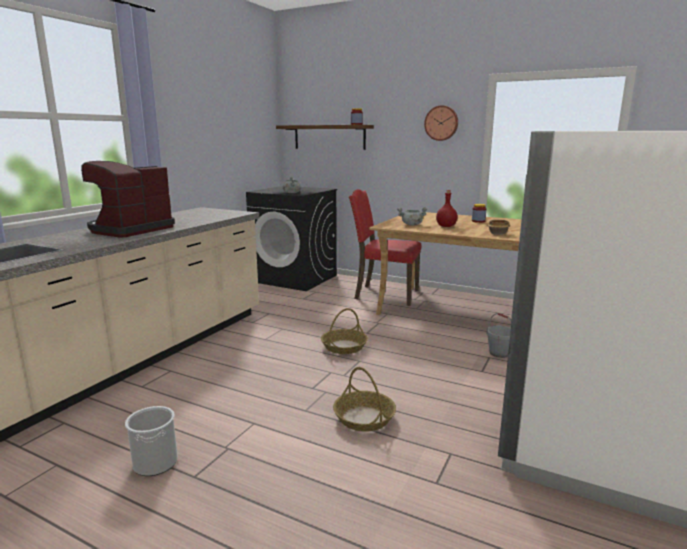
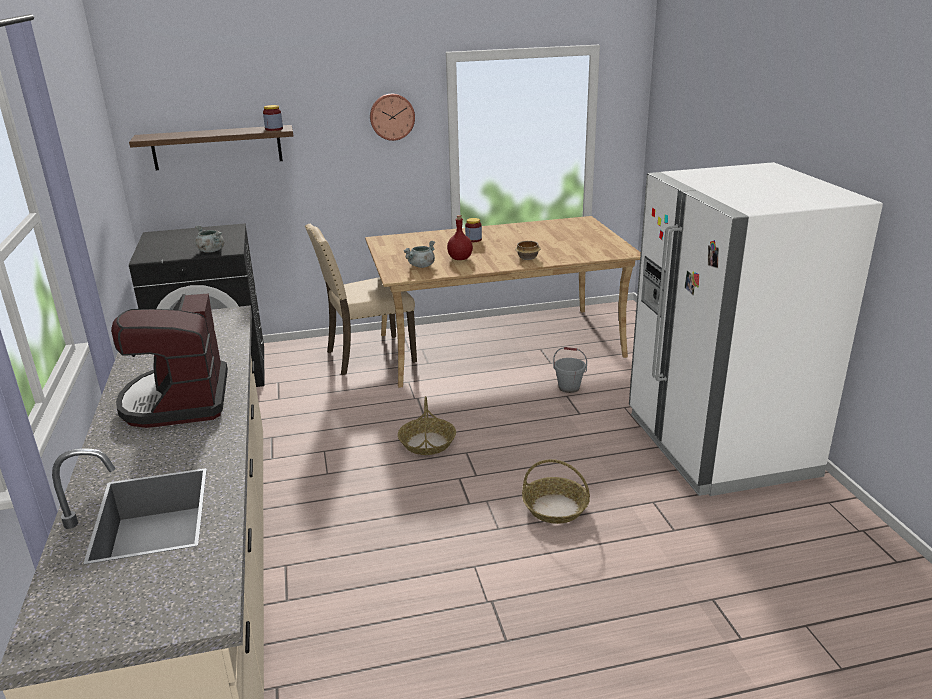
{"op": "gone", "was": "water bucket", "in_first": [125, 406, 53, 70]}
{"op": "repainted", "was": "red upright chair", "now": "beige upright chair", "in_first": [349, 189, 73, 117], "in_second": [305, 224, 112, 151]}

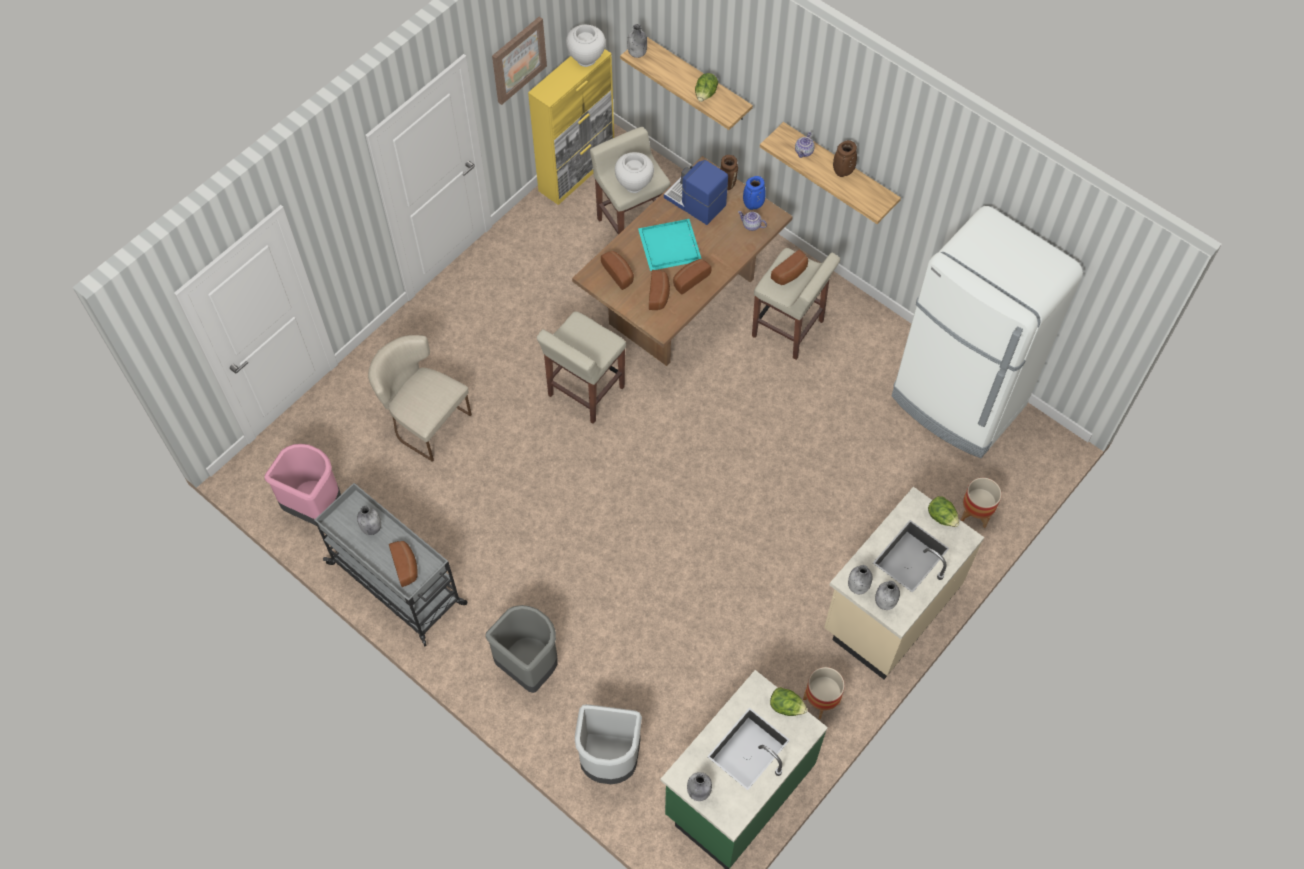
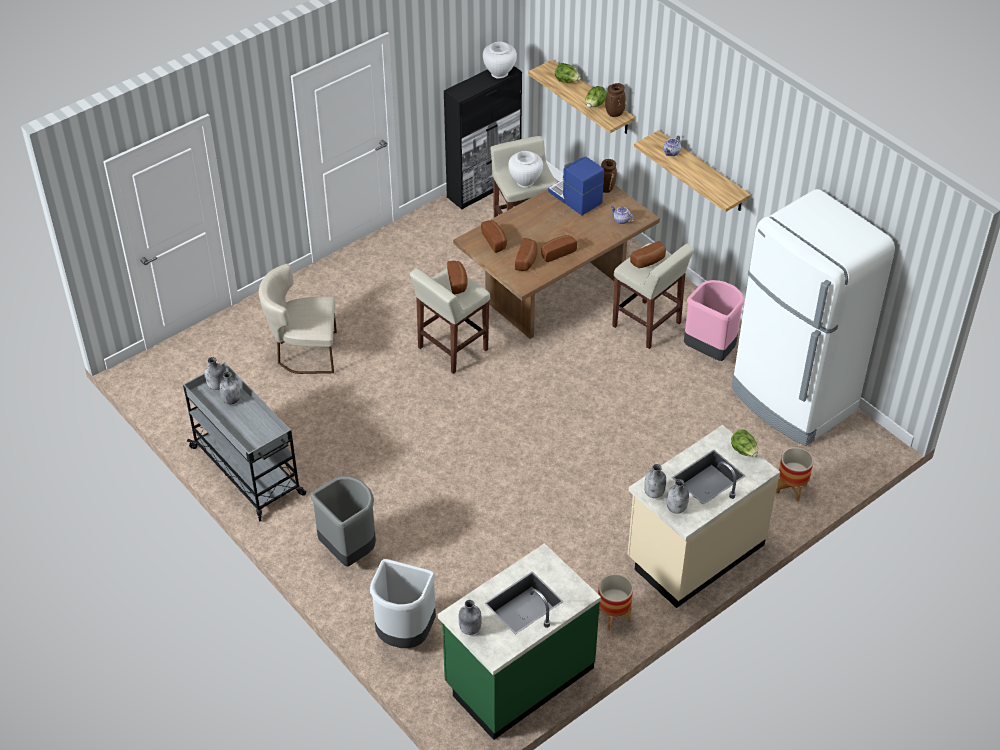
{"op": "shifted", "was": "pink rubbish bin", "in_first": [265, 444, 76, 81], "in_second": [684, 280, 61, 81]}
{"op": "rotated", "was": "beige upright chair", "in_first": [368, 335, 104, 127], "in_second": [258, 264, 79, 110], "clockwise": -45}
{"op": "shifted", "was": "baked bread", "in_first": [389, 541, 29, 46], "in_second": [447, 261, 21, 33]}
{"op": "gone", "was": "picture", "in_first": [492, 17, 55, 88]}
{"op": "repainted", "was": "yellowish storage cabinet", "now": "blackish storage cabinet", "in_first": [528, 49, 86, 156], "in_second": [444, 66, 78, 143]}
{"op": "shifted", "was": "gray drink bottle", "in_first": [627, 24, 20, 34], "in_second": [204, 357, 21, 33]}
{"op": "gone", "was": "blue-green carrying tray", "in_first": [638, 219, 64, 52]}
{"op": "gone", "was": "blue-coloured flower vase", "in_first": [743, 176, 22, 34]}
{"op": "shifted", "was": "lettuce", "in_first": [770, 687, 37, 29], "in_second": [555, 63, 26, 20]}
{"op": "shifted", "was": "brown-coloured flower vase", "in_first": [833, 140, 24, 37], "in_second": [605, 83, 21, 34]}

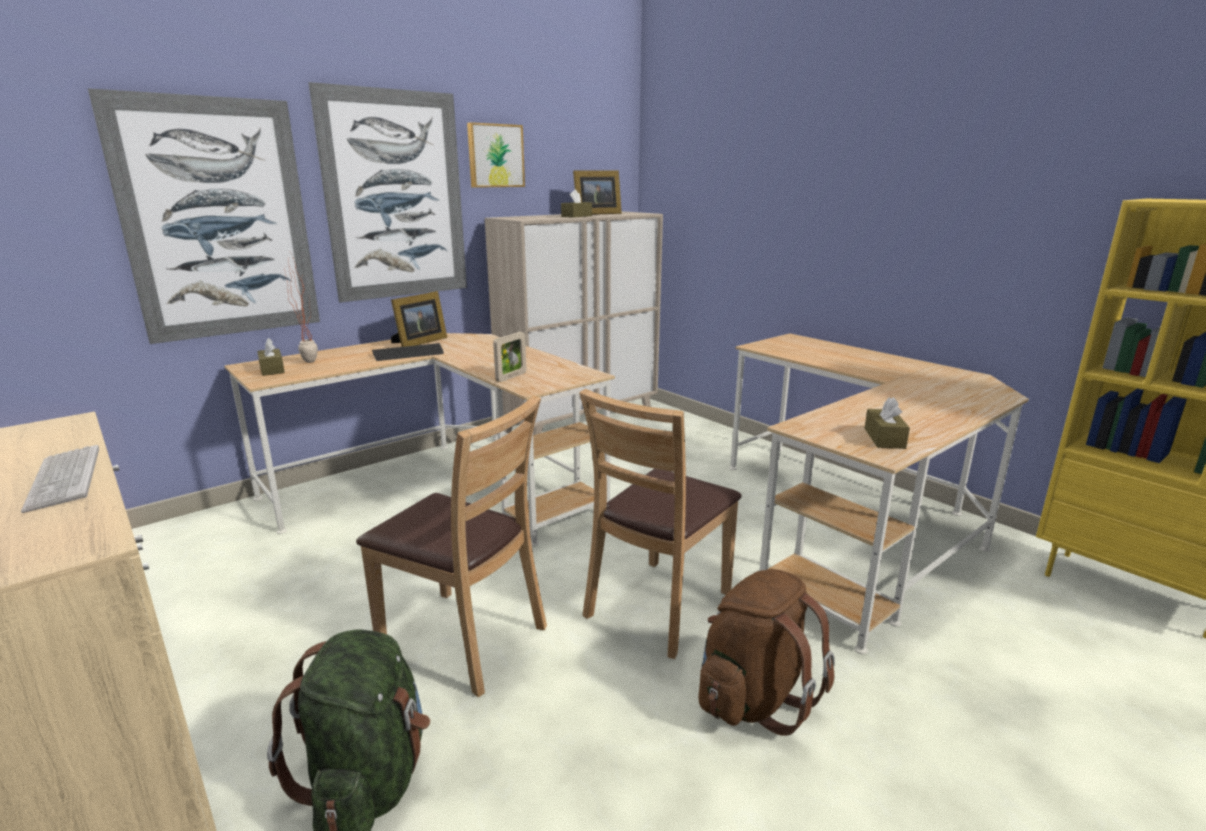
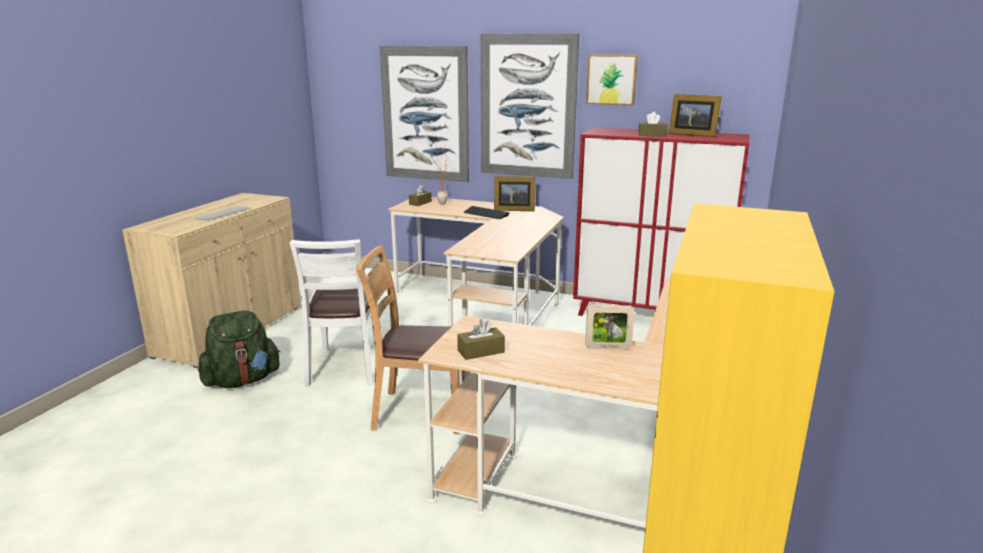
{"op": "repainted", "was": "brown-coloured upright chair", "now": "white upright chair", "in_first": [356, 395, 191, 302], "in_second": [290, 239, 87, 147]}
{"op": "repainted", "was": "beige storage cabinet", "now": "red storage cabinet", "in_first": [485, 211, 178, 224], "in_second": [573, 128, 177, 188]}
{"op": "shifted", "was": "standing frame", "in_first": [493, 332, 34, 50], "in_second": [585, 305, 50, 44]}
{"op": "gone", "was": "brown-coloured backpack", "in_first": [698, 569, 137, 167]}

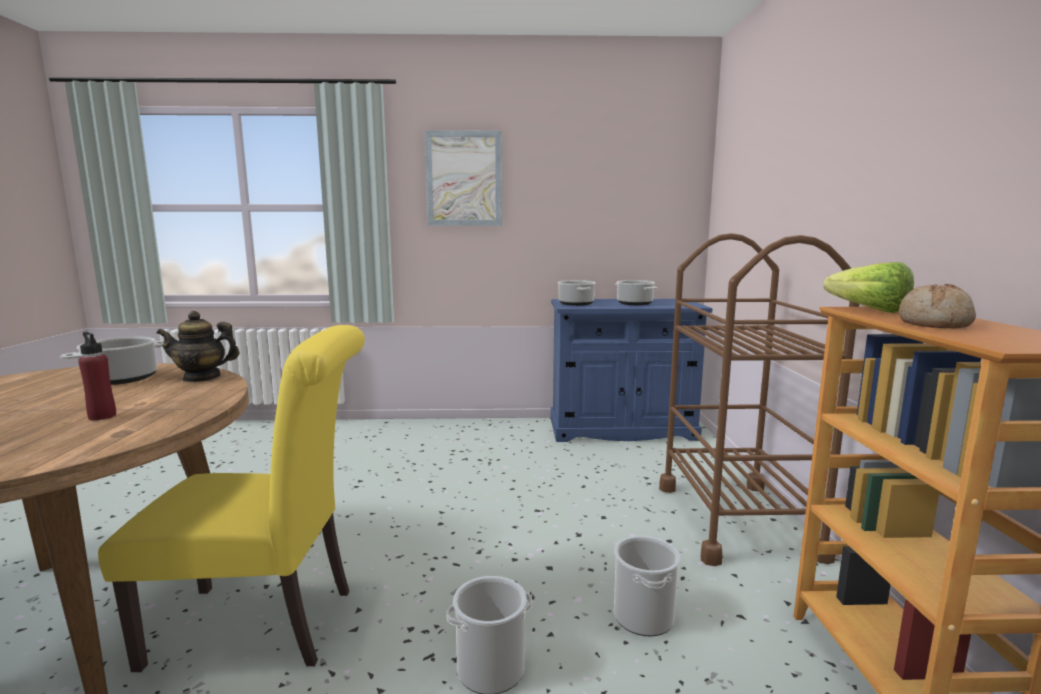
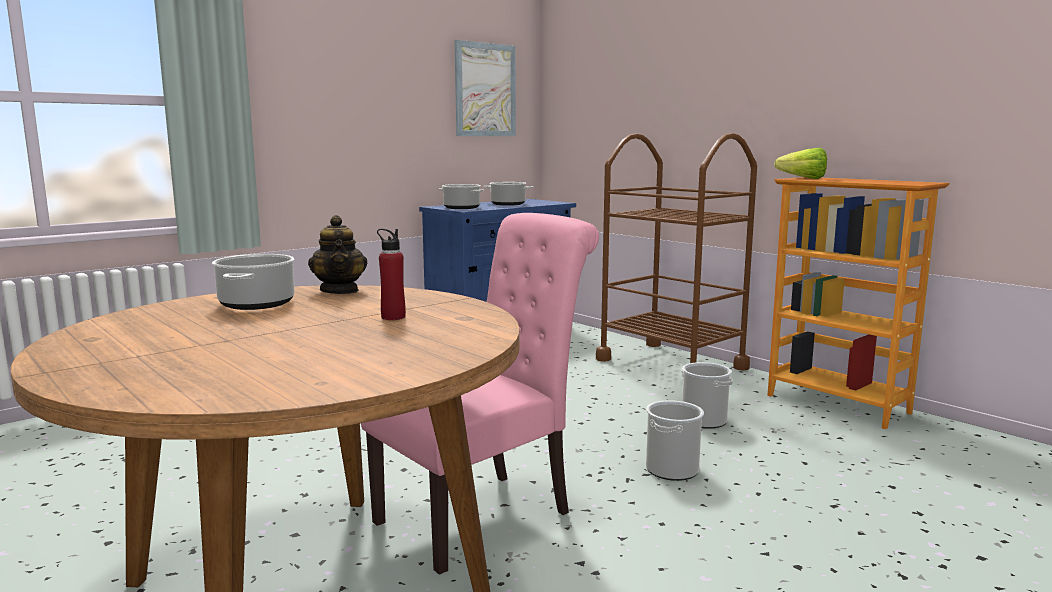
{"op": "repainted", "was": "yellowish upright chair", "now": "pink upright chair", "in_first": [98, 325, 267, 347], "in_second": [361, 213, 238, 362]}
{"op": "rotated", "was": "teapot", "in_first": [157, 311, 83, 71], "in_second": [308, 215, 59, 79], "clockwise": -60}
{"op": "shifted", "was": "picture", "in_first": [425, 130, 77, 96], "in_second": [455, 40, 61, 96]}
{"op": "gone", "was": "baked bread", "in_first": [899, 284, 77, 44]}

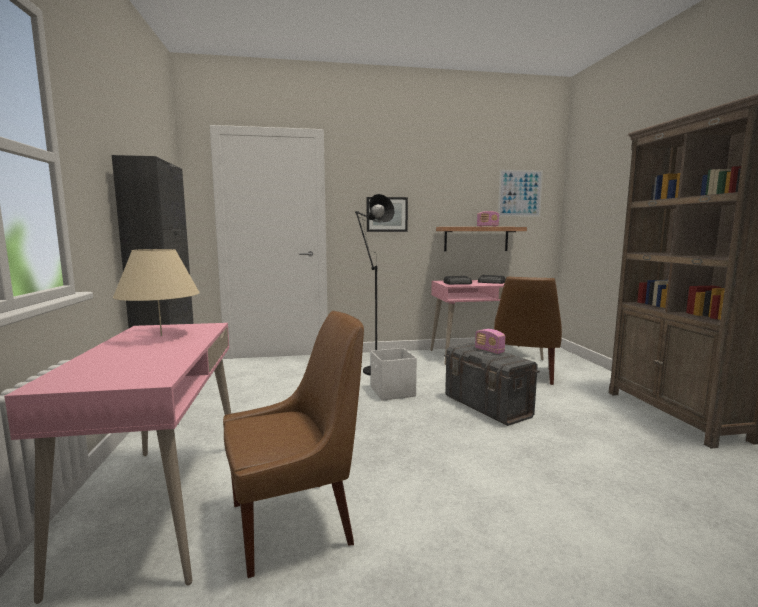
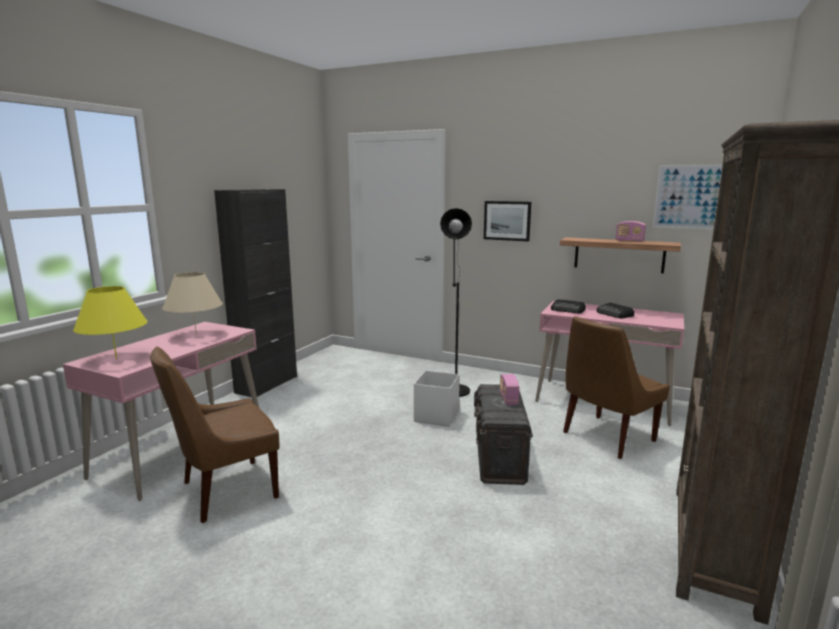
{"op": "rotated", "was": "brown-coloured upright chair", "in_first": [223, 311, 141, 267], "in_second": [150, 346, 129, 177], "clockwise": 135}
{"op": "new", "now": "yellowish lamp for a table", "in_second": [73, 286, 75, 73]}

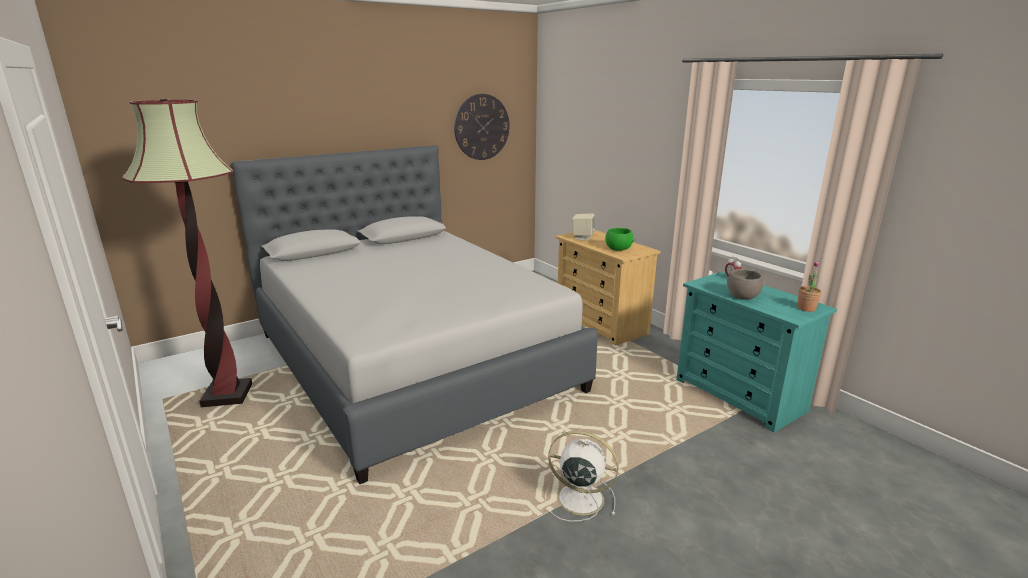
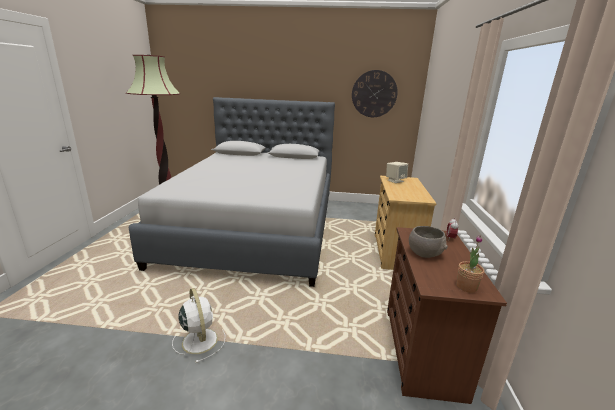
{"op": "gone", "was": "green bowl", "in_first": [605, 228, 29, 23]}
{"op": "repainted", "was": "blue-green drawer chest", "now": "brown-coloured drawer chest", "in_first": [677, 272, 160, 161], "in_second": [387, 227, 120, 177]}

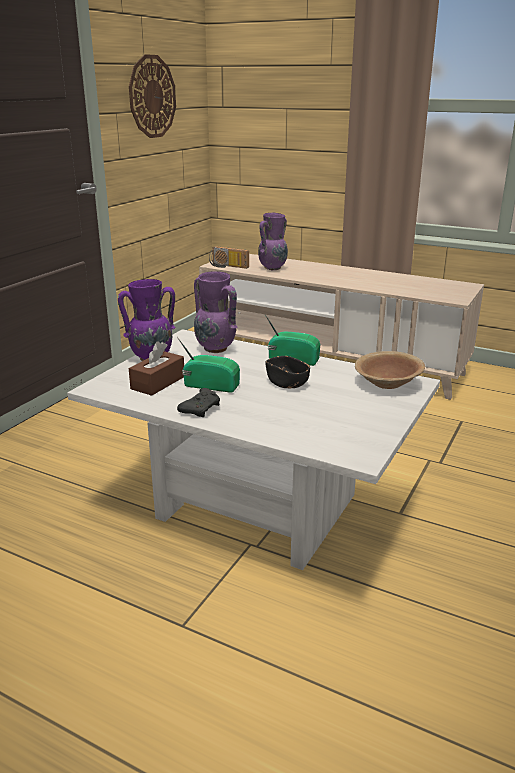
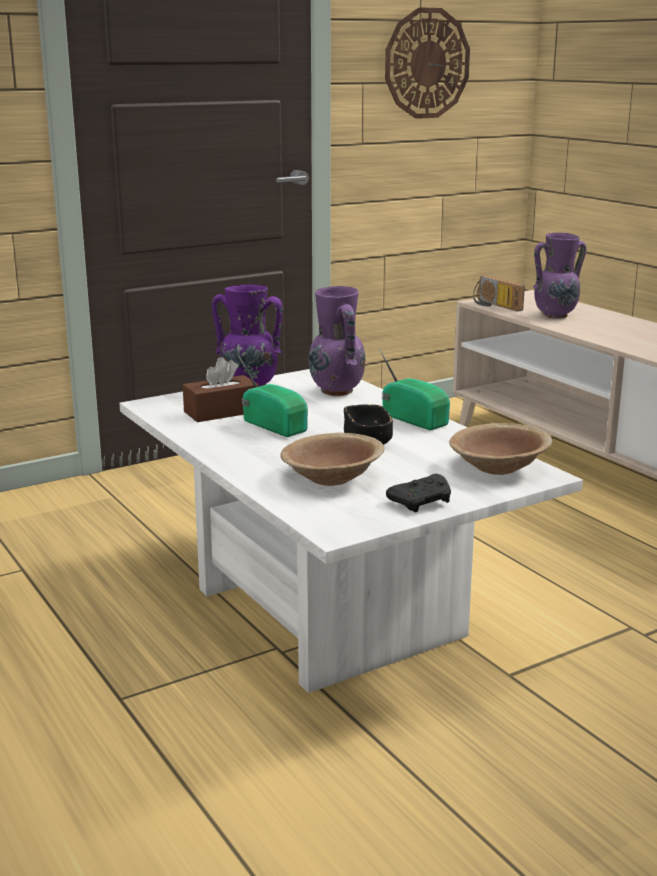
{"op": "shifted", "was": "blackish joypad", "in_first": [177, 388, 43, 29], "in_second": [386, 474, 65, 38]}
{"op": "new", "now": "brown-coloured bowl", "in_second": [280, 432, 104, 54]}

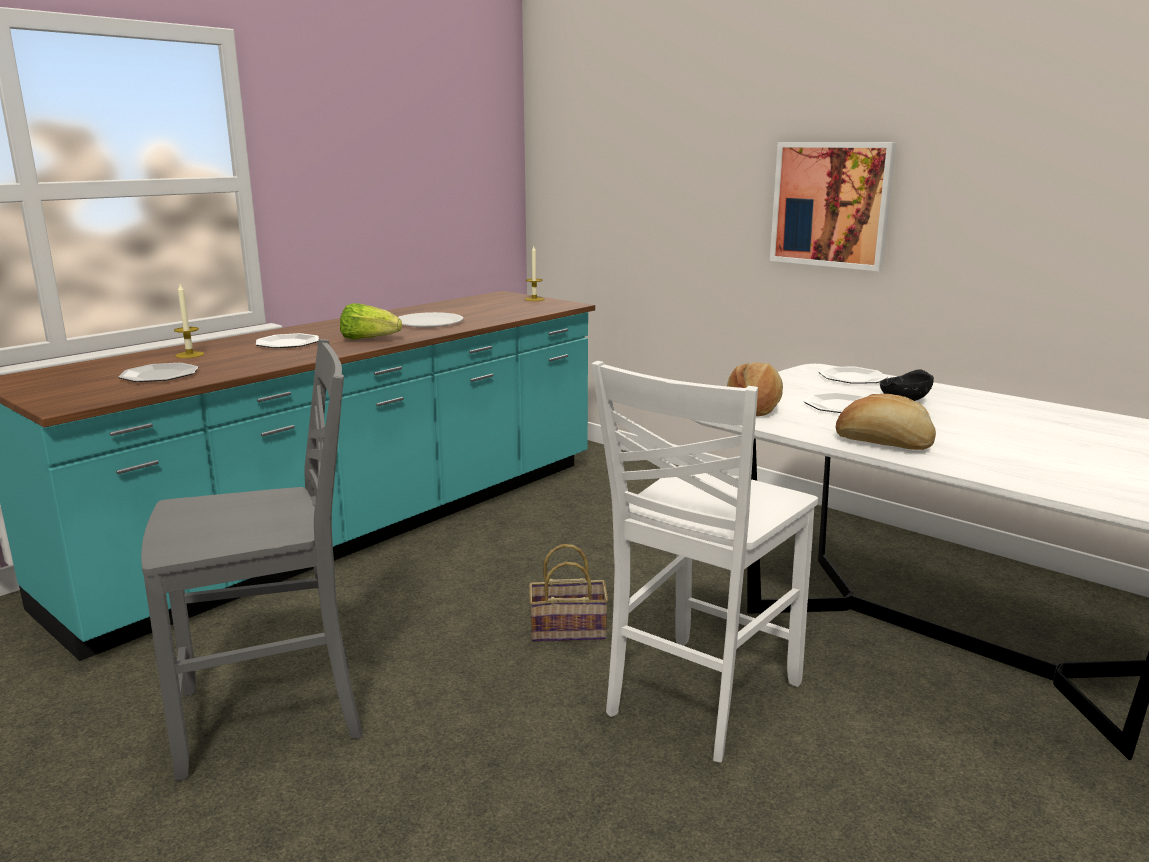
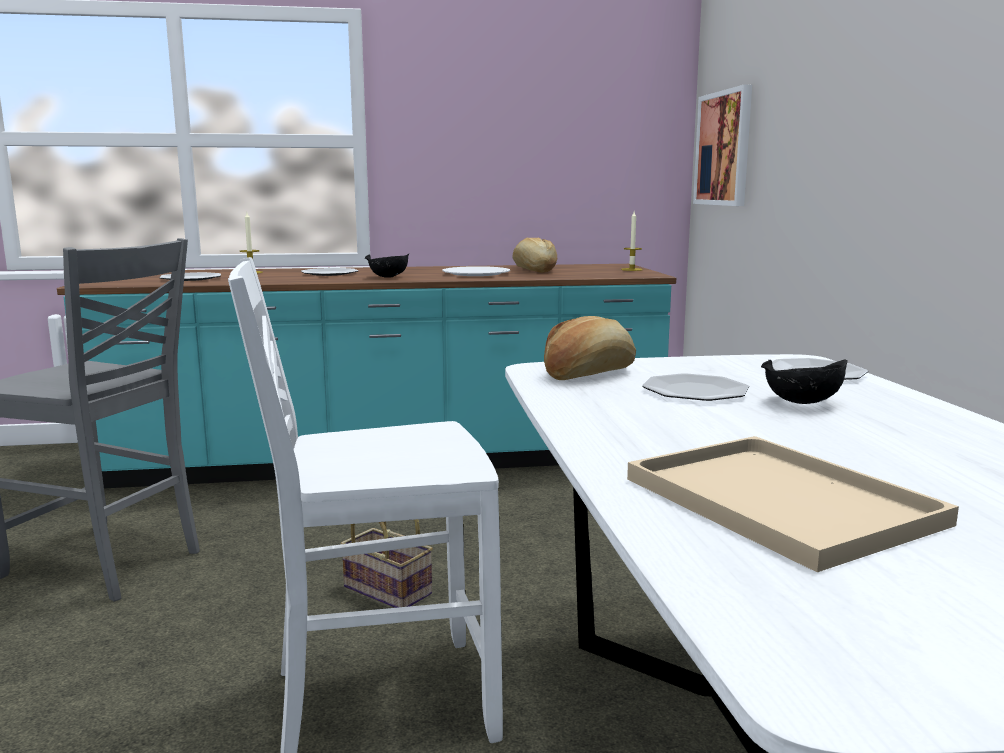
{"op": "swapped", "was": "lettuce", "now": "blackish bowl", "in_first": [340, 303, 62, 36], "in_second": [365, 254, 44, 24]}
{"op": "shifted", "was": "picture", "in_first": [770, 142, 126, 129], "in_second": [693, 85, 59, 121]}
{"op": "shifted", "was": "baked bread", "in_first": [836, 394, 100, 56], "in_second": [512, 238, 45, 35]}
{"op": "new", "now": "beige carrying tray", "in_second": [627, 436, 332, 136]}

